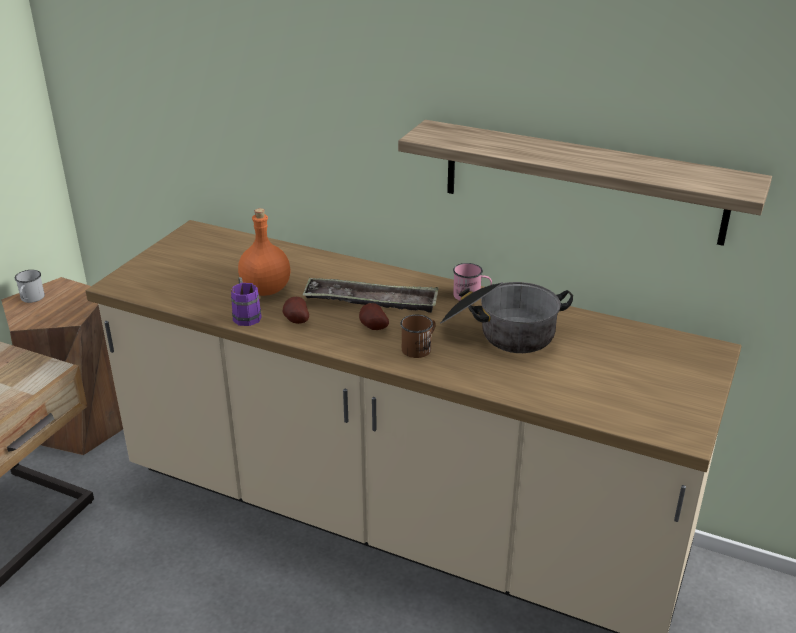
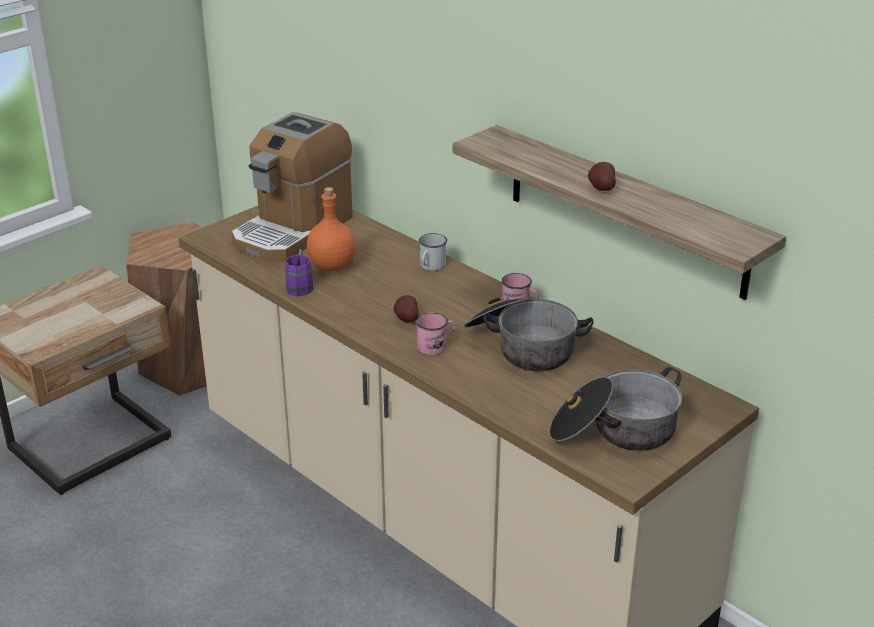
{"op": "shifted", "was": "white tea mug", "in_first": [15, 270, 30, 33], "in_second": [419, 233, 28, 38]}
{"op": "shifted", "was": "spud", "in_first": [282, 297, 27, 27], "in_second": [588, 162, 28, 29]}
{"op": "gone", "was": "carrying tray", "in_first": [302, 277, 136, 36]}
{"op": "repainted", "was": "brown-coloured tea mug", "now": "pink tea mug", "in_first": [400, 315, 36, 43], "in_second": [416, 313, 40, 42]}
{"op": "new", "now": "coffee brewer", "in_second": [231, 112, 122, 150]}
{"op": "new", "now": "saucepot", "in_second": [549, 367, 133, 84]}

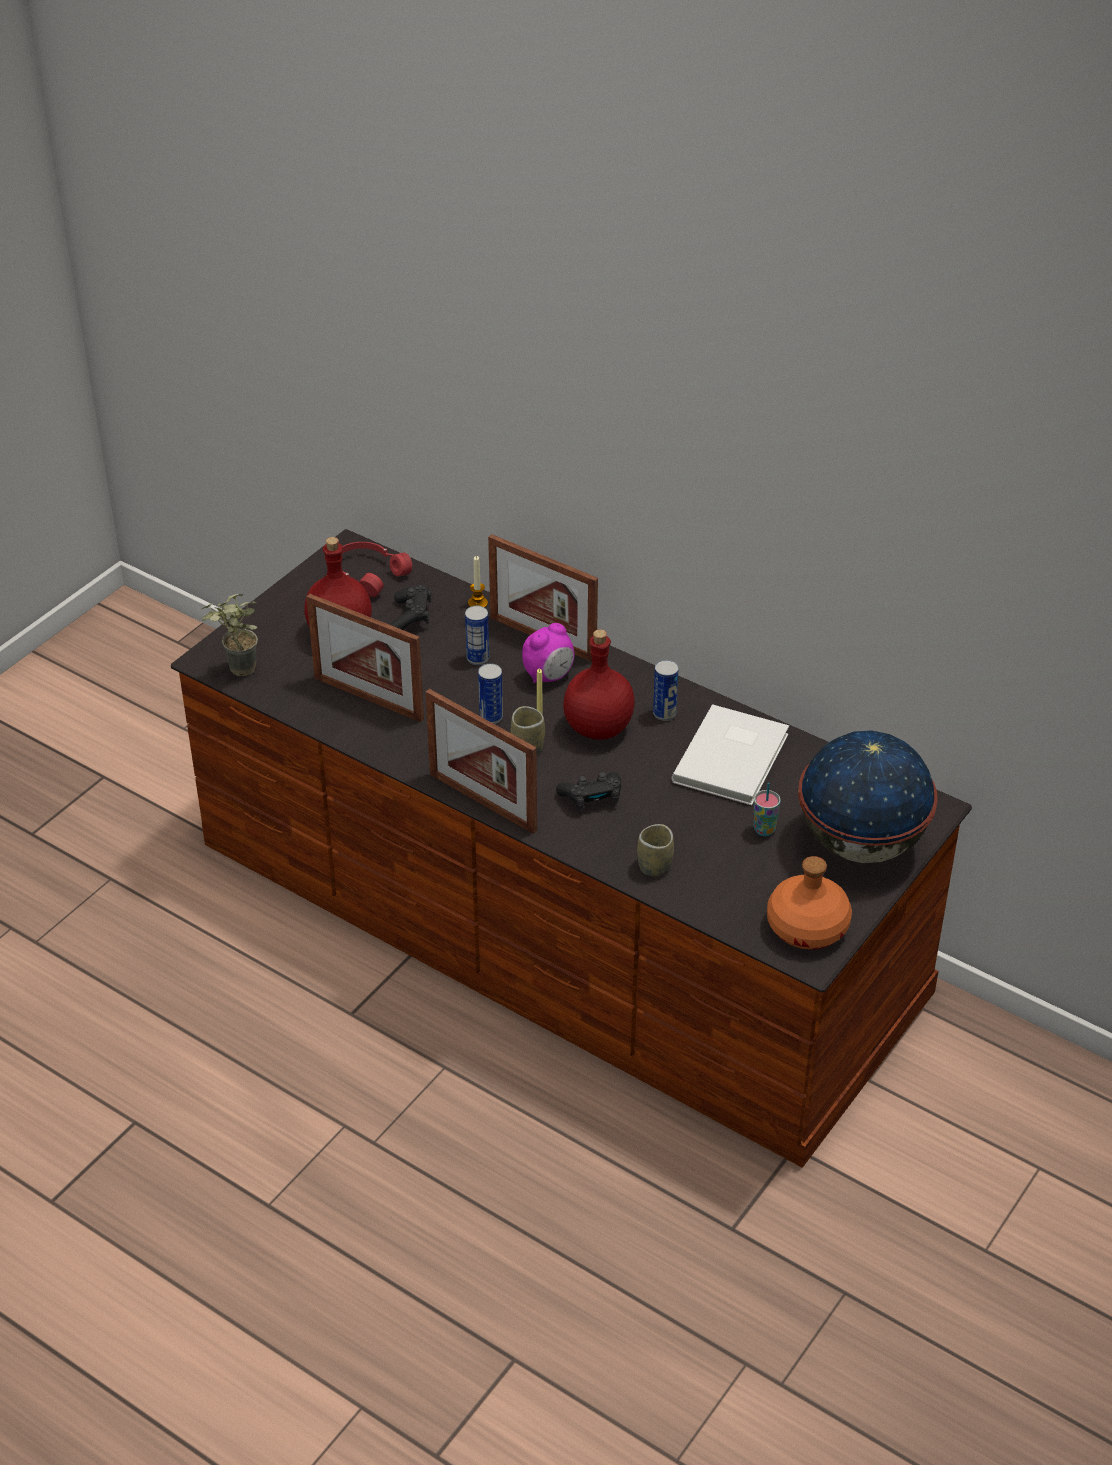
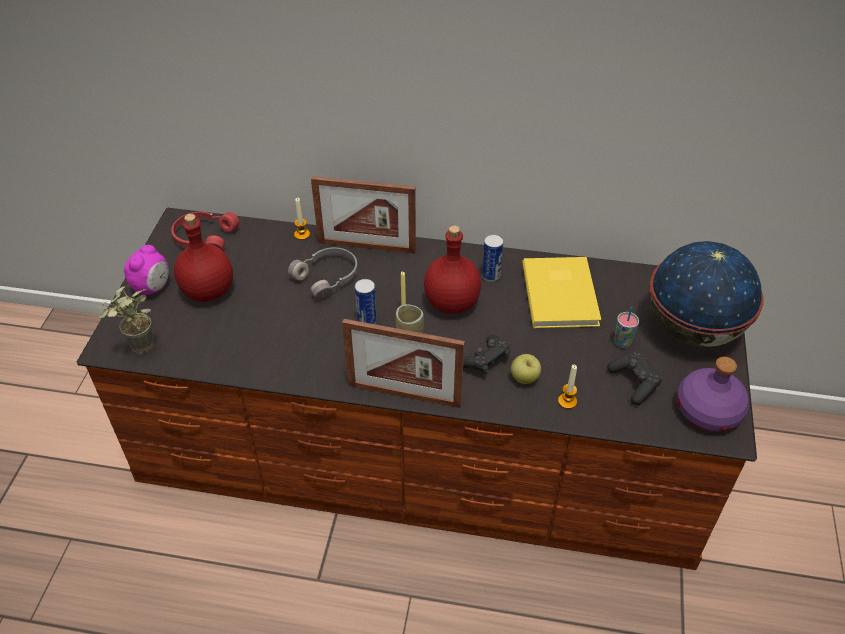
{"op": "gone", "was": "standing frame", "in_first": [307, 594, 117, 128]}
{"op": "shifted", "was": "blackish joypad", "in_first": [390, 585, 42, 45], "in_second": [607, 352, 55, 53]}
{"op": "swapped", "was": "metal can", "now": "gray headphones", "in_first": [465, 606, 24, 59], "in_second": [288, 247, 70, 53]}
{"op": "shifted", "was": "bedside clock", "in_first": [522, 623, 52, 61], "in_second": [124, 245, 45, 50]}
{"op": "swapped", "was": "drinking cup", "now": "wax candle", "in_first": [637, 824, 37, 52], "in_second": [558, 365, 19, 44]}
{"op": "repainted", "was": "white bound book", "now": "yellowish bound book", "in_first": [671, 704, 118, 101], "in_second": [522, 257, 79, 71]}
{"op": "repainted", "was": "orange drink bottle", "now": "purple drink bottle", "in_first": [767, 856, 85, 93], "in_second": [677, 357, 72, 75]}
{"op": "new", "now": "apple", "in_second": [511, 354, 30, 30]}

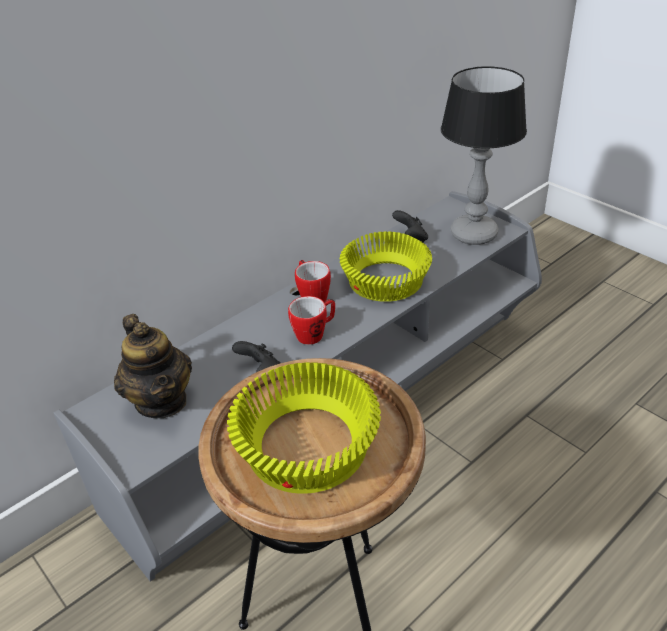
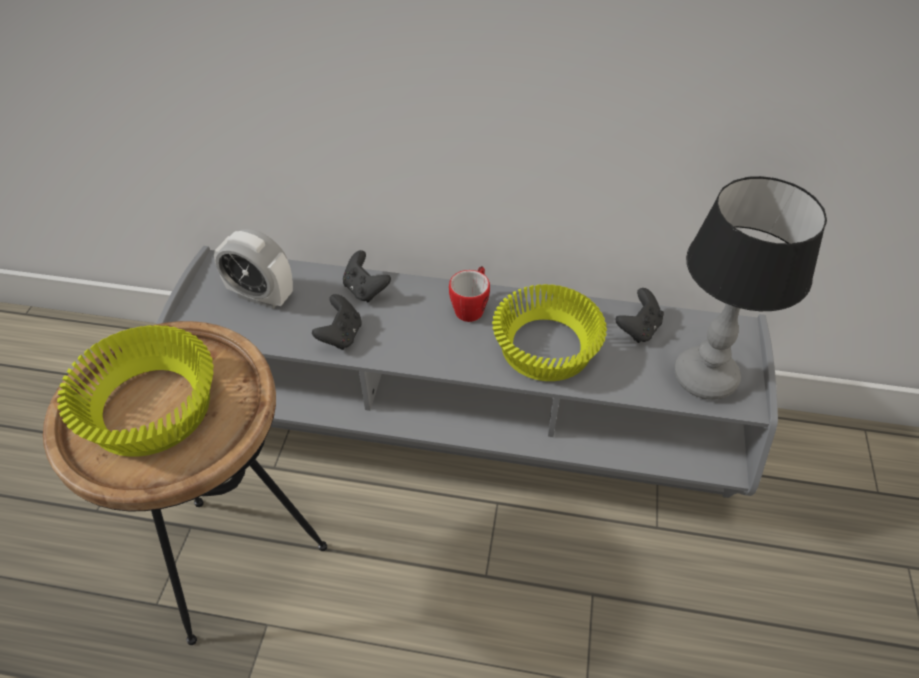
{"op": "swapped", "was": "teapot", "now": "bedside clock", "in_first": [114, 314, 78, 104], "in_second": [214, 229, 79, 80]}
{"op": "gone", "was": "tea mug", "in_first": [288, 296, 47, 49]}
{"op": "new", "now": "blackish joypad", "in_second": [343, 250, 48, 52]}

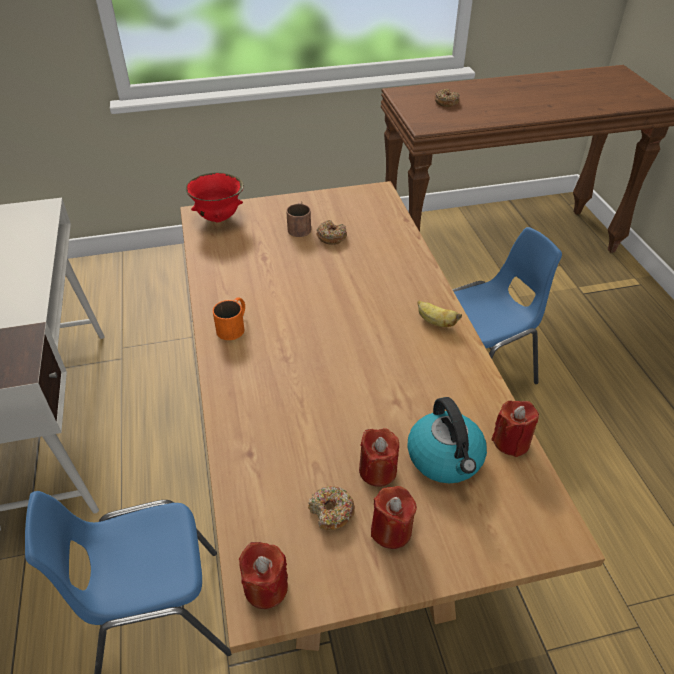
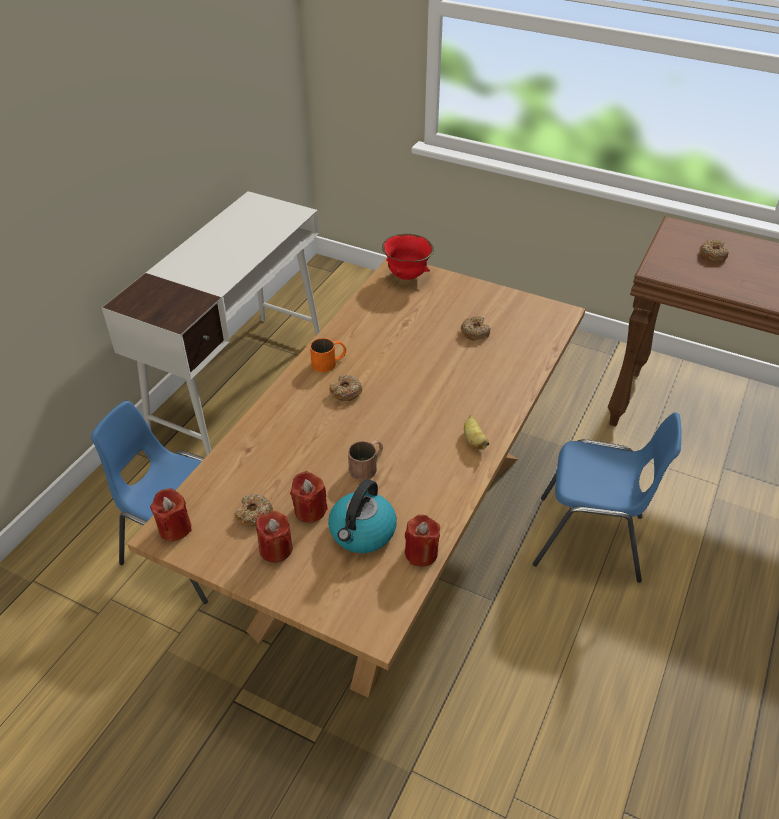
{"op": "shifted", "was": "brown-coloured tea mug", "in_first": [286, 201, 25, 36], "in_second": [348, 440, 35, 40]}
{"op": "new", "now": "donut", "in_second": [329, 375, 33, 26]}

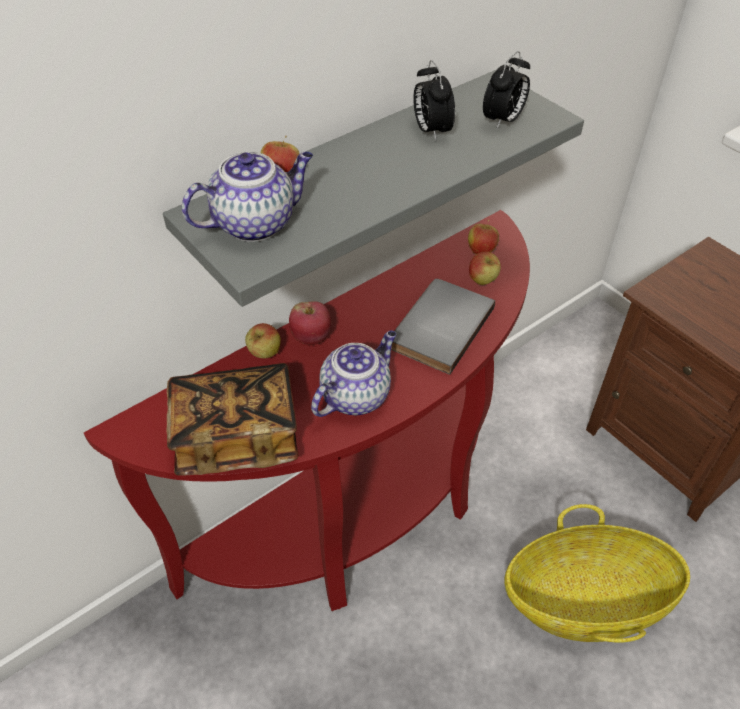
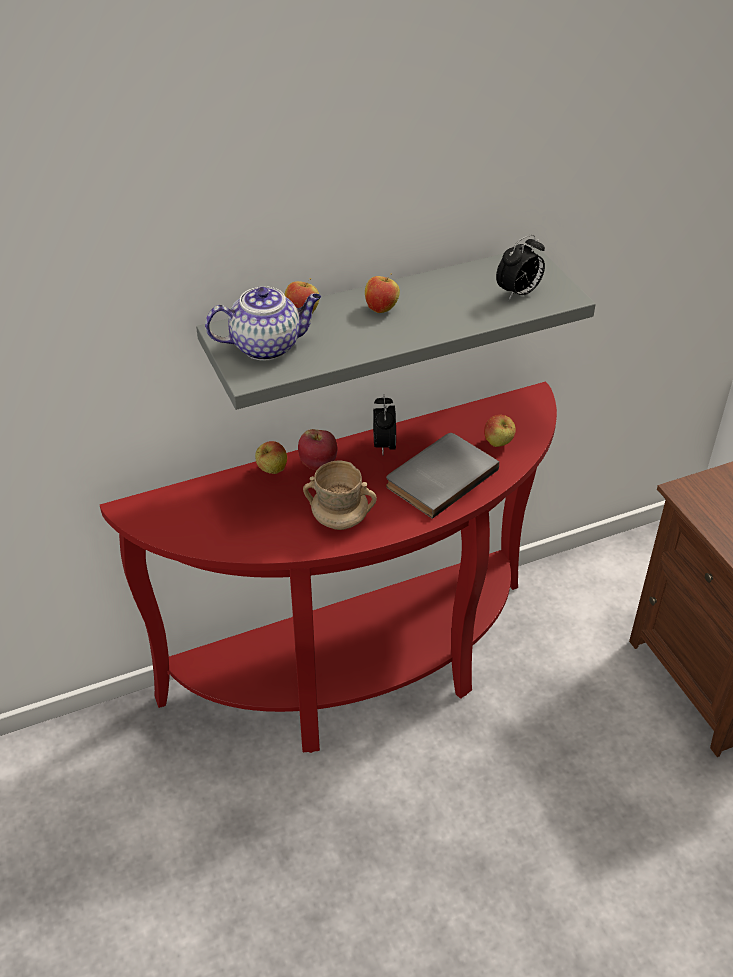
{"op": "gone", "was": "bound book", "in_first": [166, 363, 133, 112]}
{"op": "swapped", "was": "teapot", "now": "beige tea mug", "in_first": [311, 330, 85, 87], "in_second": [303, 460, 74, 70]}
{"op": "shifted", "was": "bedside clock", "in_first": [413, 60, 42, 81], "in_second": [373, 394, 23, 61]}
{"op": "shifted", "was": "apple", "in_first": [468, 220, 31, 34], "in_second": [365, 273, 35, 40]}
{"op": "gone", "was": "storage basket", "in_first": [504, 504, 186, 139]}

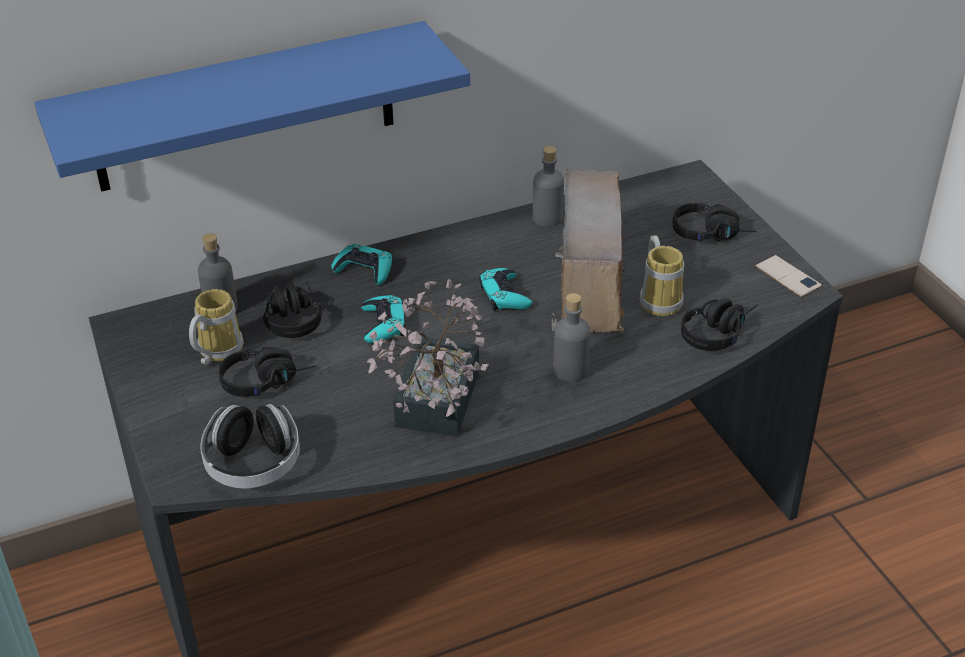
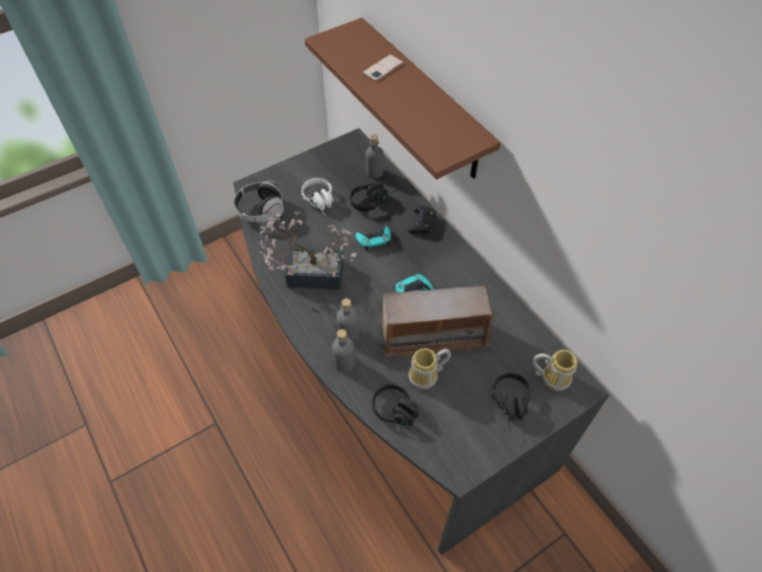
{"op": "repainted", "was": "blue-coloured shelf", "now": "brown-coloured shelf", "in_first": [34, 21, 436, 171], "in_second": [305, 18, 196, 162]}
{"op": "shifted", "was": "tea mug", "in_first": [189, 289, 54, 76], "in_second": [533, 350, 44, 41]}
{"op": "repainted", "was": "blackish headphones", "now": "white headphones", "in_first": [219, 346, 97, 51], "in_second": [301, 178, 32, 37]}
{"op": "repainted", "was": "blue-green joypad", "now": "blackish joypad", "in_first": [331, 244, 61, 41], "in_second": [407, 206, 29, 28]}
{"op": "shifted", "was": "gray drink bottle", "in_first": [532, 146, 32, 81], "in_second": [332, 329, 24, 43]}
{"op": "shifted", "was": "handset", "in_first": [755, 255, 67, 42], "in_second": [362, 54, 42, 27]}

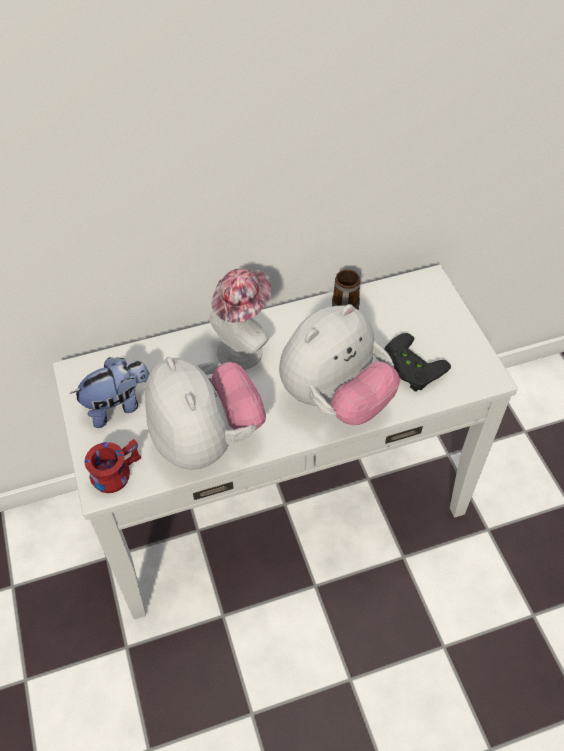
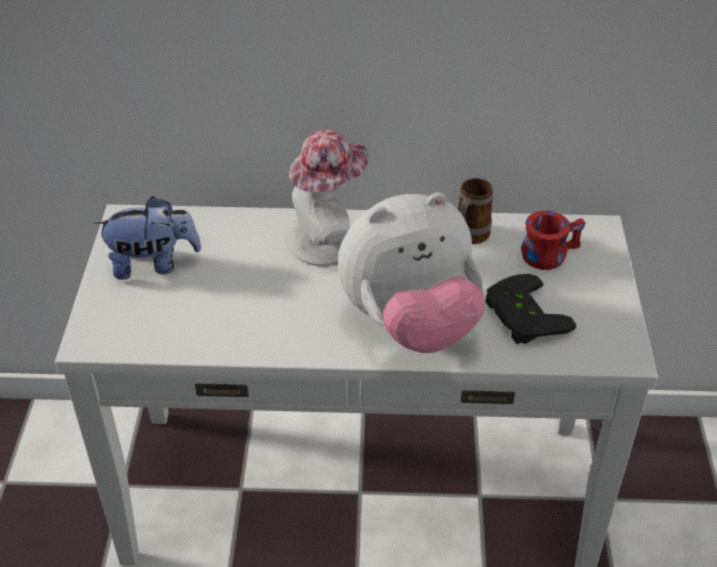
{"op": "shifted", "was": "red tea mug", "in_first": [85, 439, 56, 54], "in_second": [521, 211, 65, 59]}
{"op": "gone", "was": "cuddly toy", "in_first": [145, 357, 121, 113]}

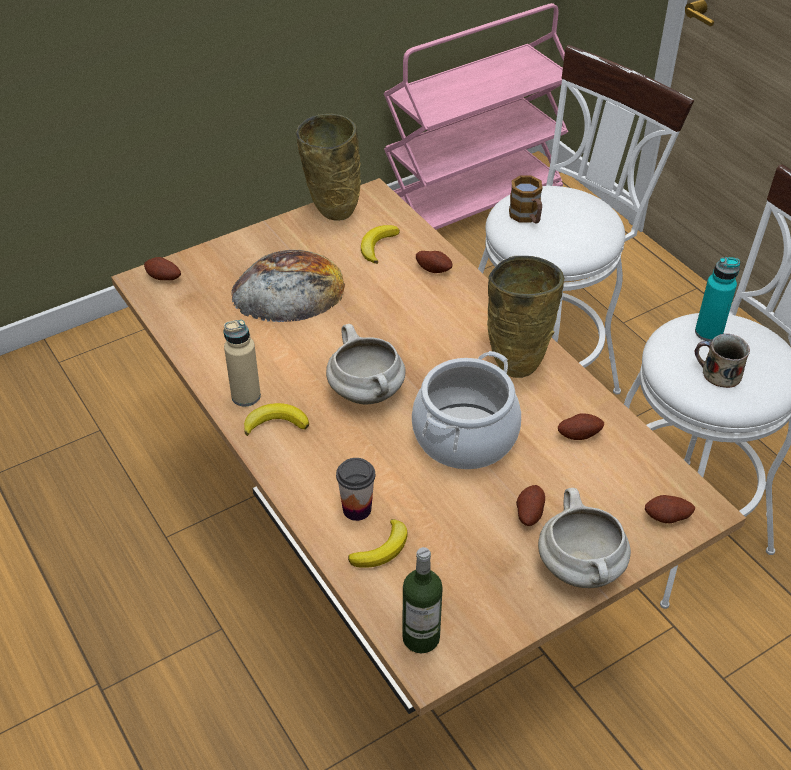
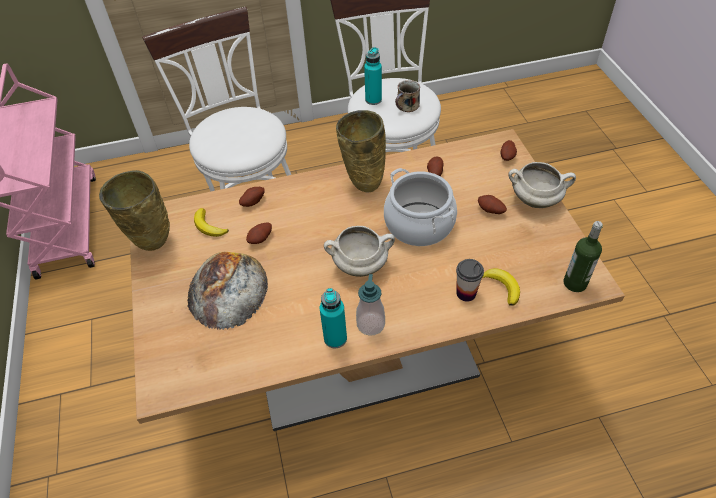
{"op": "shifted", "was": "spud", "in_first": [144, 257, 37, 23], "in_second": [246, 223, 26, 21]}
{"op": "repainted", "was": "beige drink bottle", "now": "blue-green drink bottle", "in_first": [224, 320, 37, 86], "in_second": [320, 288, 27, 60]}
{"op": "swapped", "was": "banana", "now": "soap dispenser", "in_first": [244, 403, 65, 33], "in_second": [356, 274, 29, 62]}
{"op": "gone", "was": "tea mug", "in_first": [509, 176, 34, 48]}

